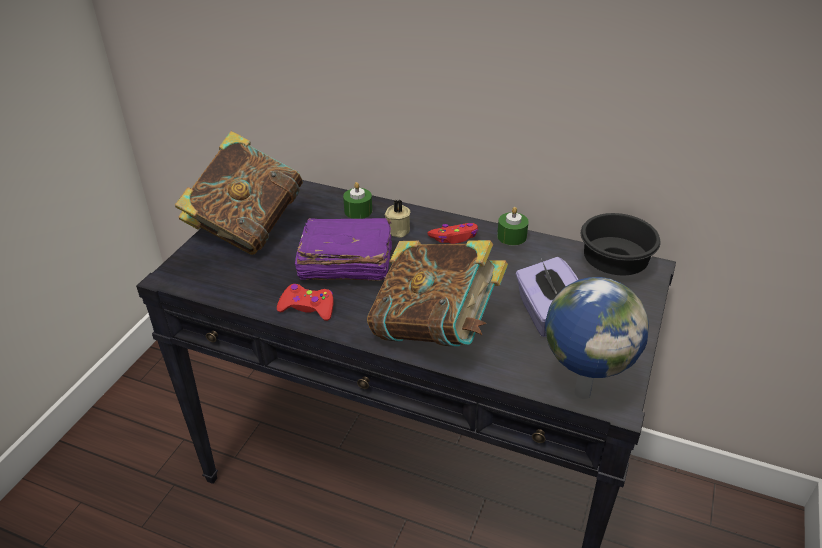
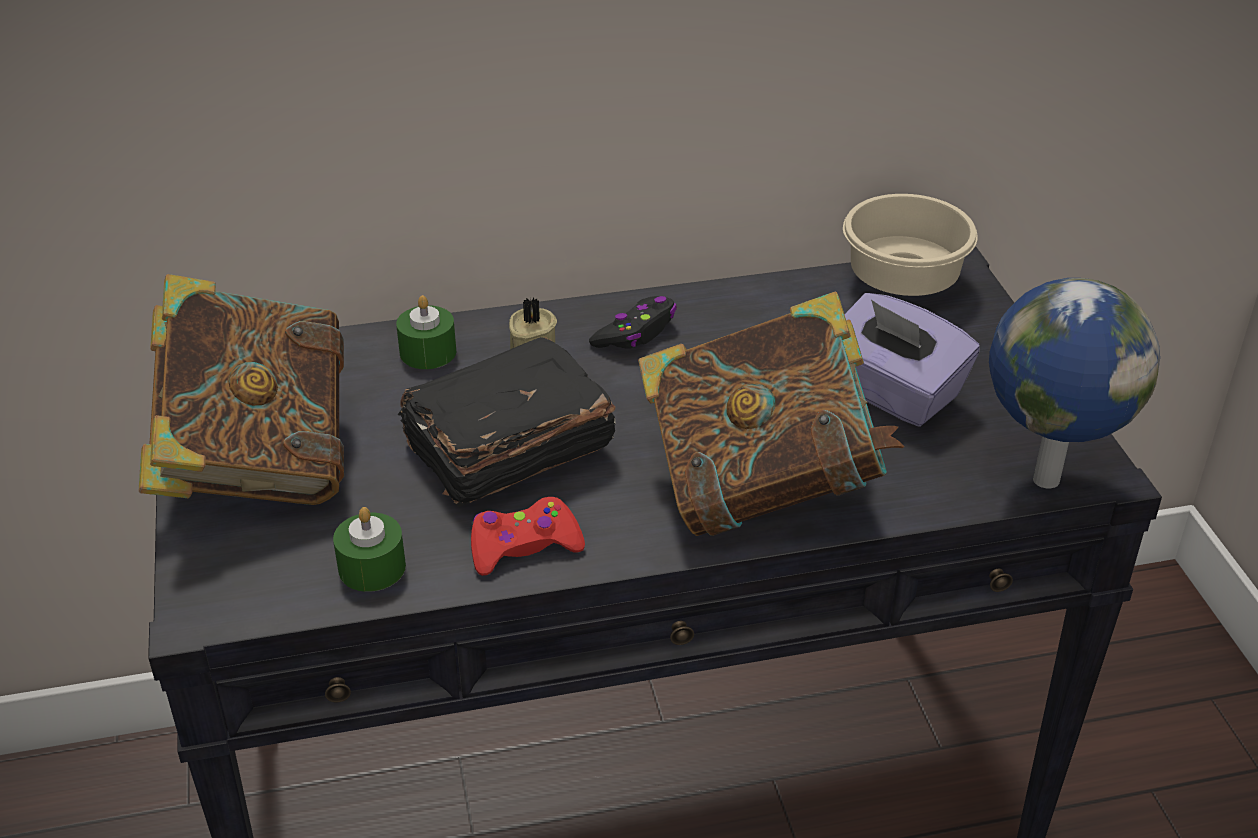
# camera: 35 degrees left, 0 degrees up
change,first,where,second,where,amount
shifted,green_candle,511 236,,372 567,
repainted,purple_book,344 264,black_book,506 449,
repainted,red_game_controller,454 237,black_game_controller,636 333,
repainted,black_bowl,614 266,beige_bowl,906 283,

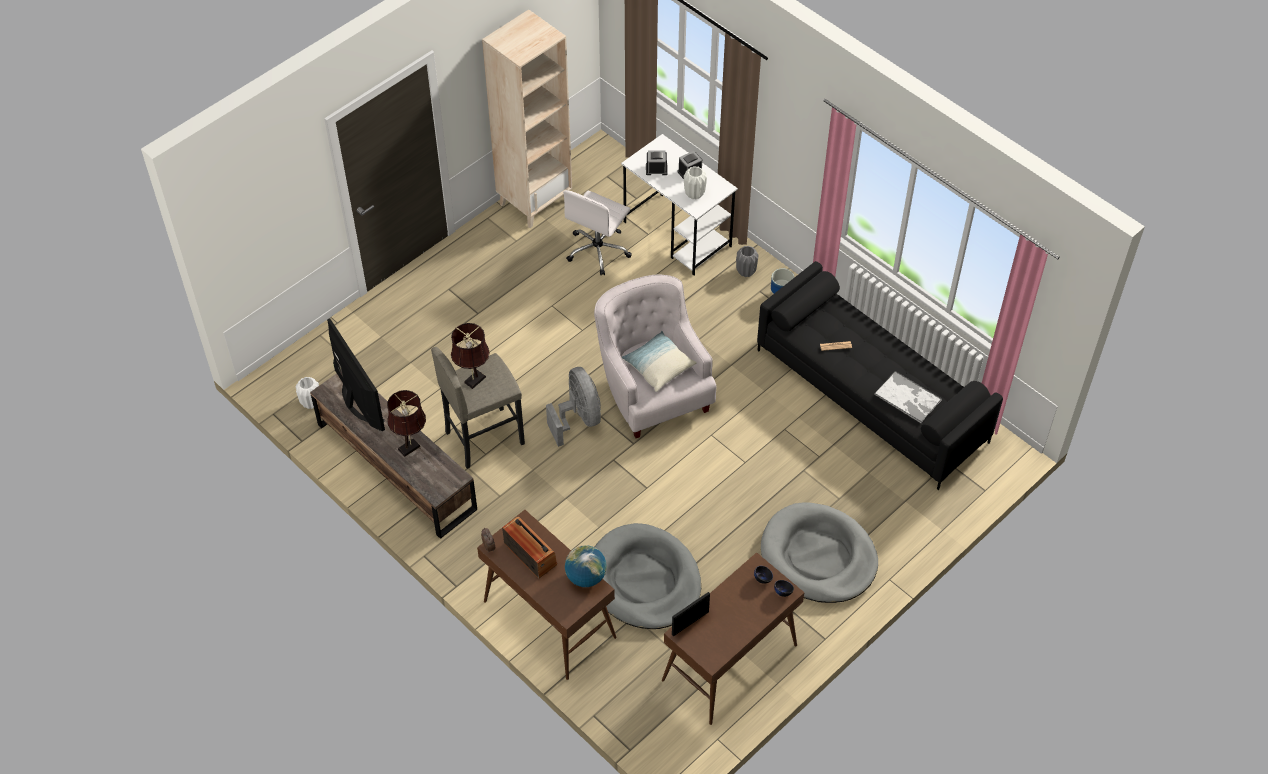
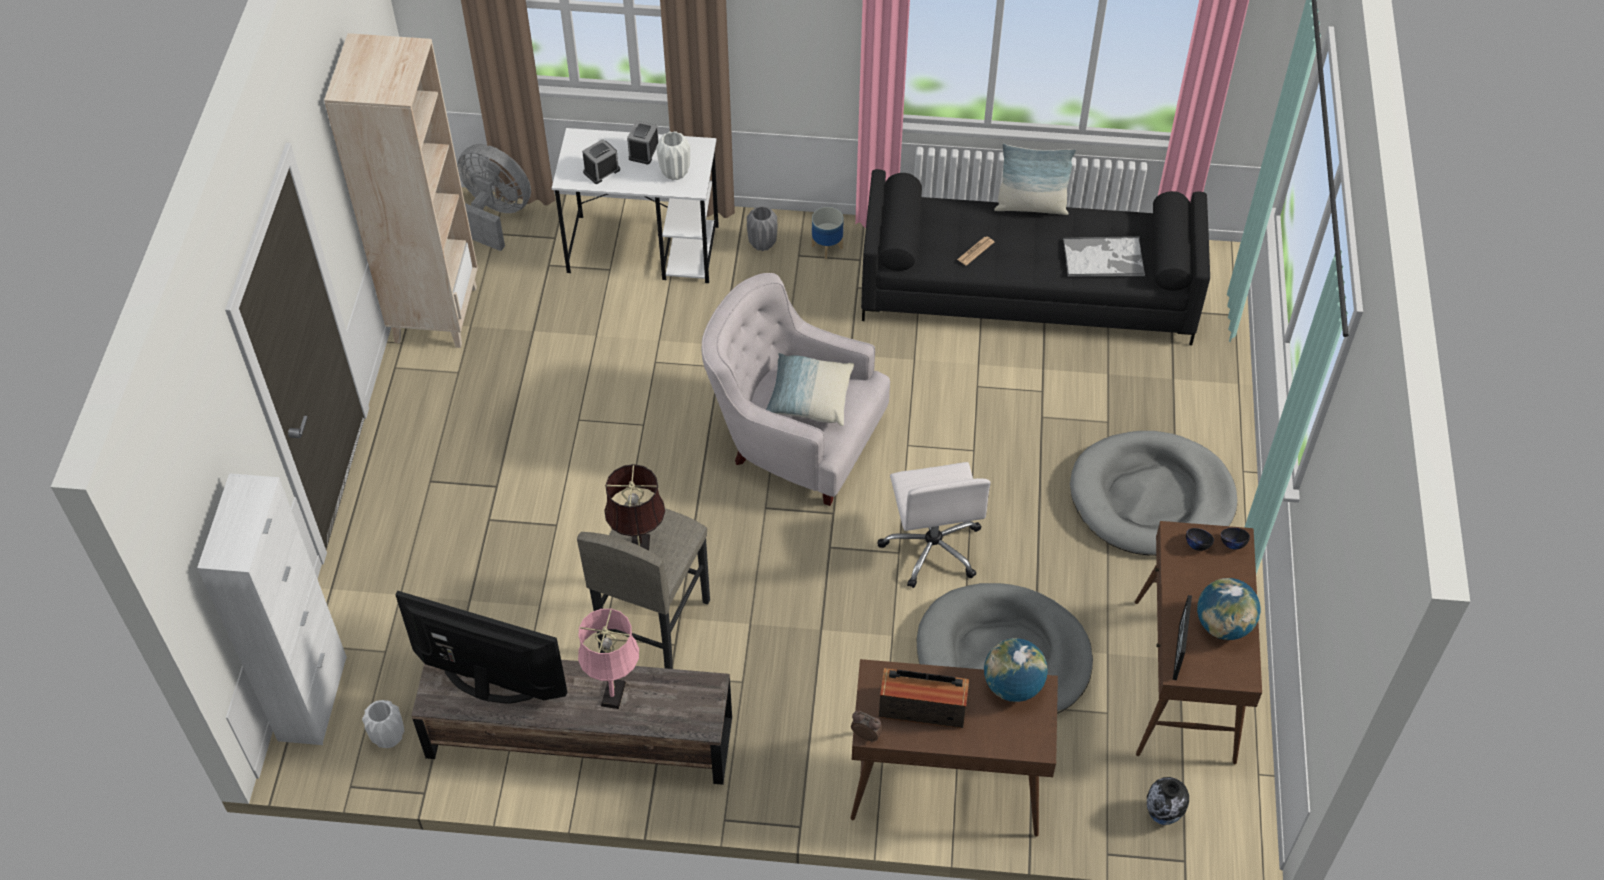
# camera: 40 degrees left, 0 degrees up
change,first,where,second,where,amount
new,,,white_cabinet,312 698,
shifted,grey_fan,578 419,,495 215,
repainted,brown_table_lamp,411 446,pink_table_lamp,614 691,
shifted,white_office_chair,598 250,,932 547,
new,,,pillow,1031 206,
new,,,vase,1162 815,
new,,,globe,1223 625,

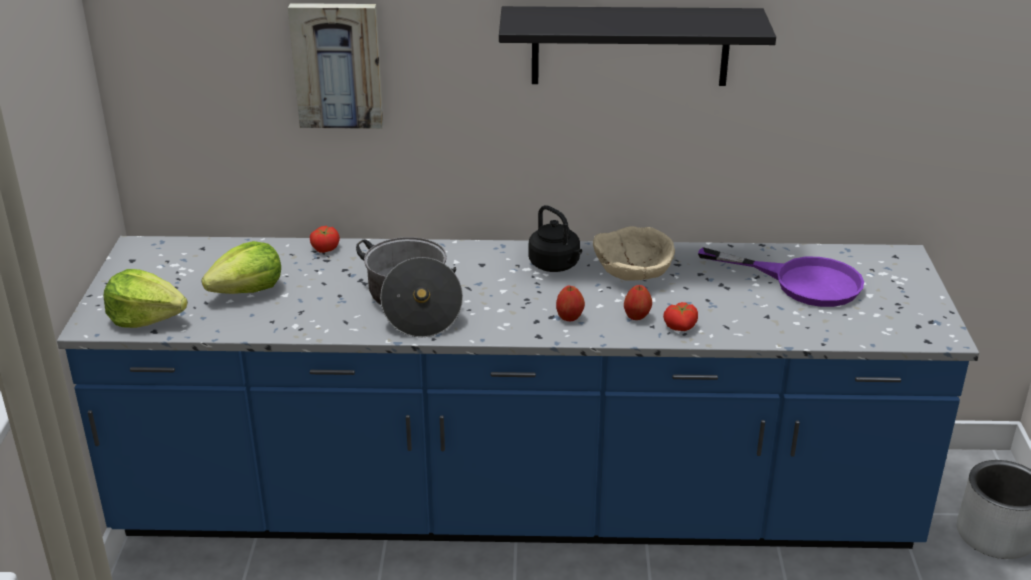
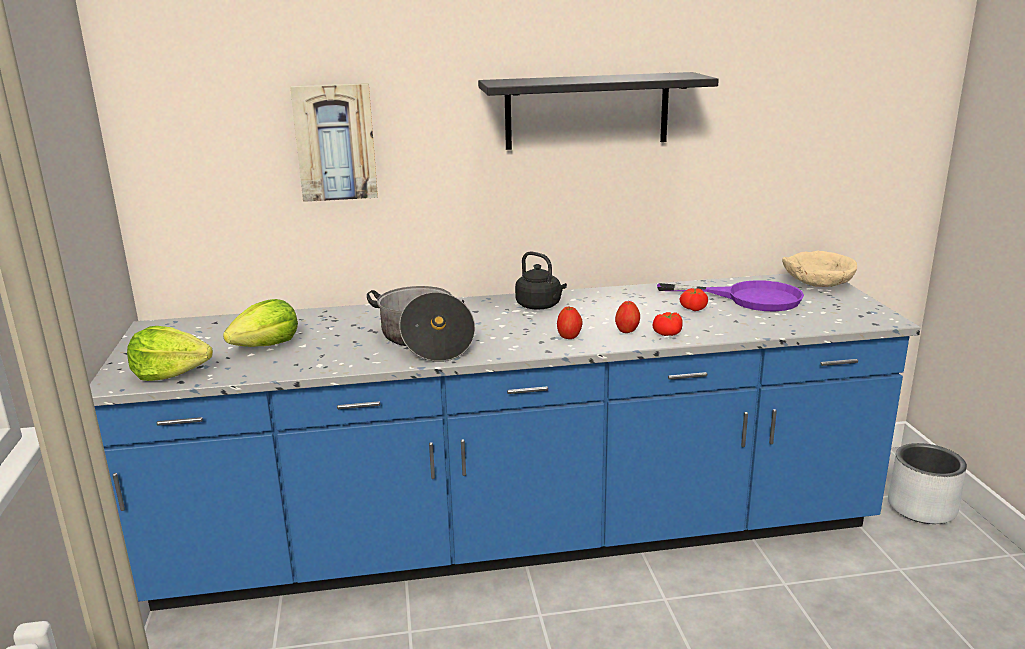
# camera: 10 degrees left, 10 degrees down
change,first,where,second,where,amount
shifted,tomato,324 248,,693 308,
shifted,beige_bowl,633 270,,817 283,

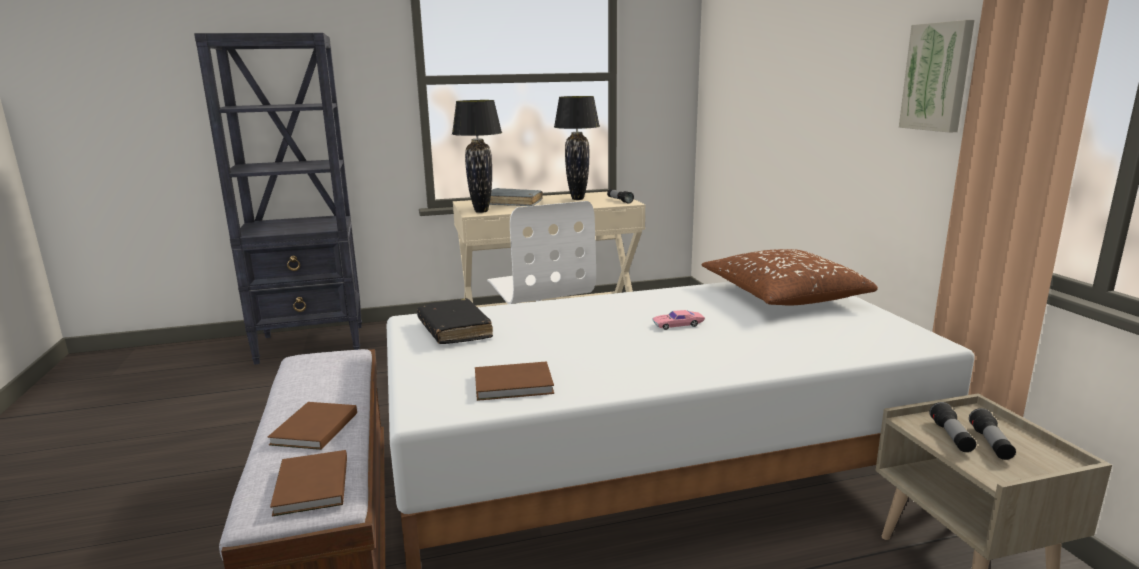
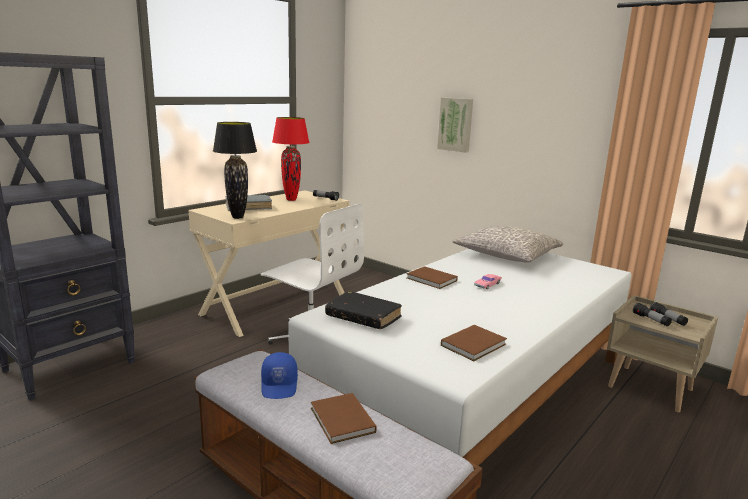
# camera: 35 degrees left, 0 degrees up
change,first,where,second,where,amount
new,,,blue_cap,280 385,
repainted,black_table_lamp,578 199,red_table_lamp,291 199,
shifted,brown_book,310 487,,432 280,
shifted,picture,938 77,,456 124,
repainted,brown_pillow,782 296,grey_pillow,506 256,

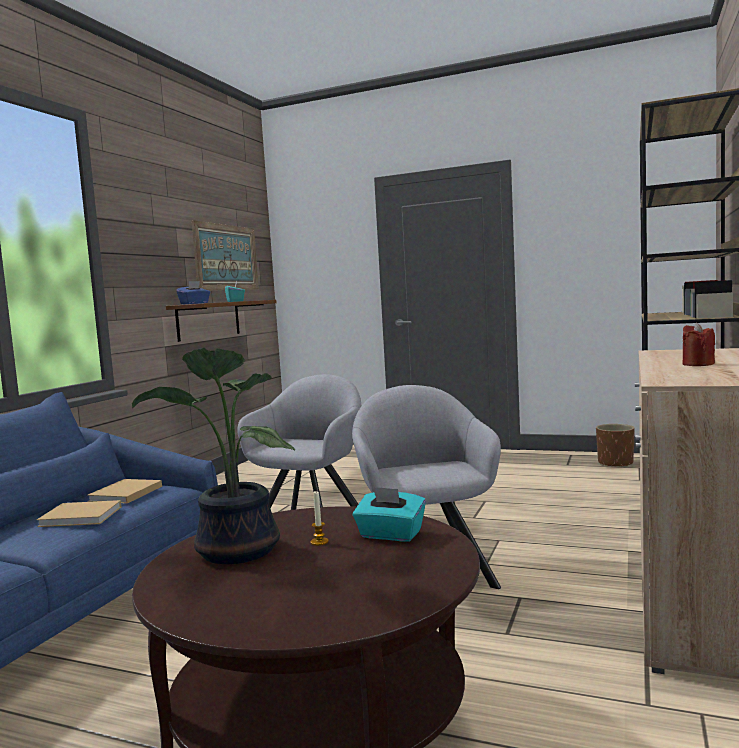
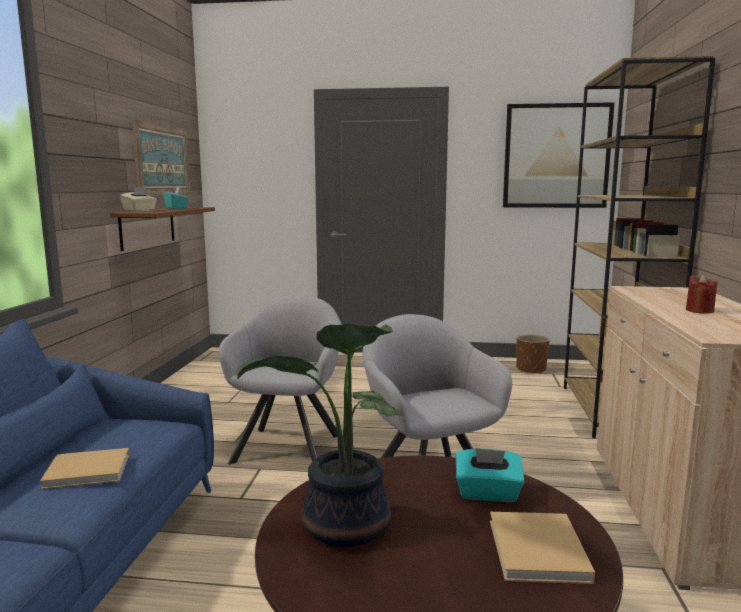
# camera: 15 degrees left, 5 degrees up
change,first,where,second,where,amount
repainted,blue_tissue_box,194 303,beige_tissue_box,139 211,
shifted,beige_book,124 494,,538 552,
new,,,picture,556 156,
gone,candle,319 542,,,

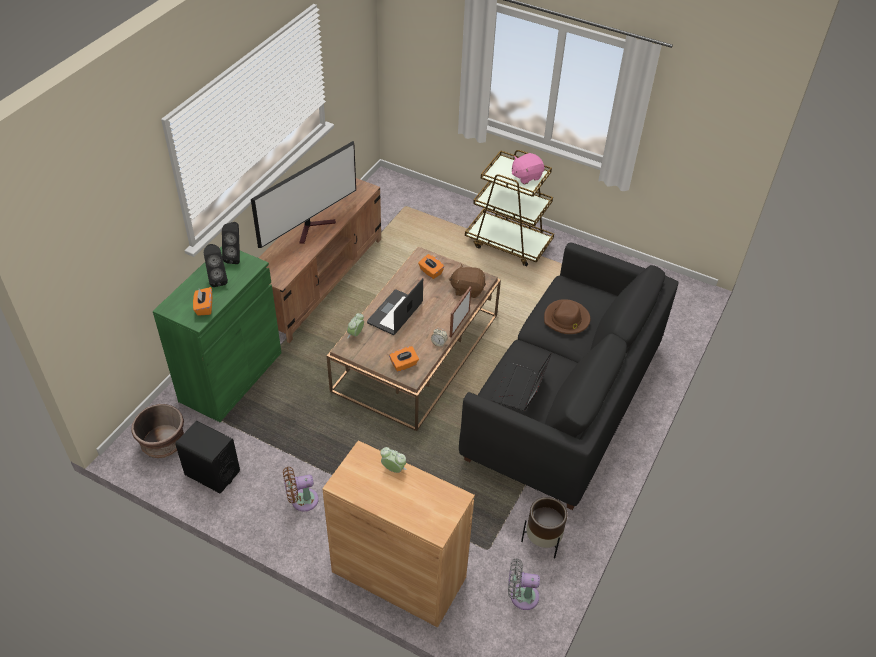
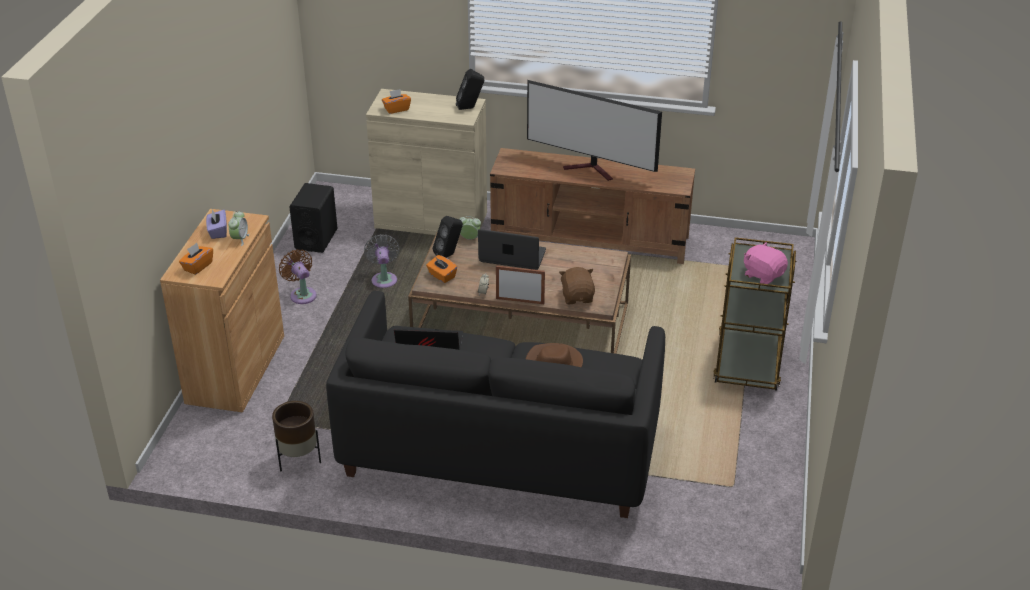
# camera: 75 degrees right, 10 degrees down
change,first,where,second,where,amount
shifted,orange_tissue_box,430 272,,197 266,
new,,,purple_tissue_box,218 232,
shifted,grey_fan,521 596,,384 279,
repainted,green_cabinet,231 377,beige_cabinet,431 220,
shifted,black_speaker,217 279,,449 255,
gone,brown_planter,163 443,,,

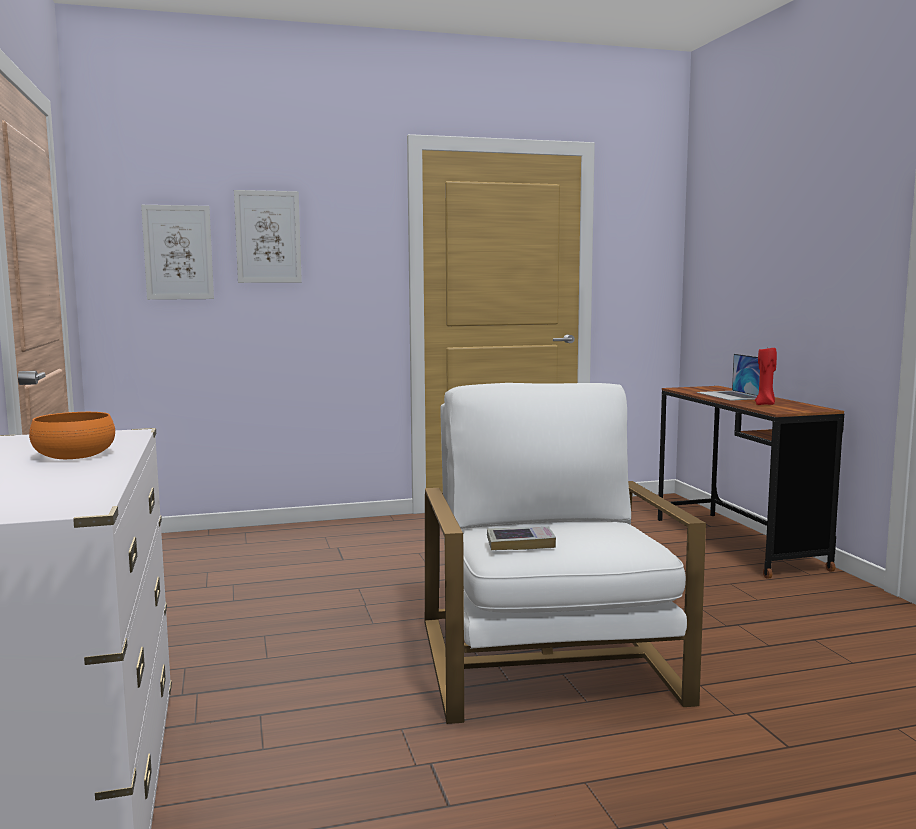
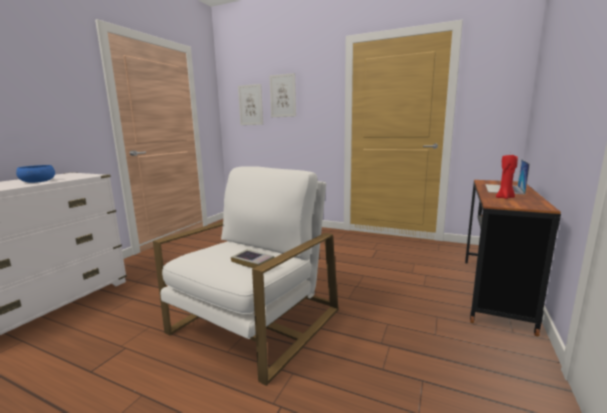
# camera: 40 degrees right, 5 degrees up
change,first,where,second,where,amount
repainted,orange_bowl,74 455,blue_bowl,38 181,
shifted,book,520 543,,253 262,

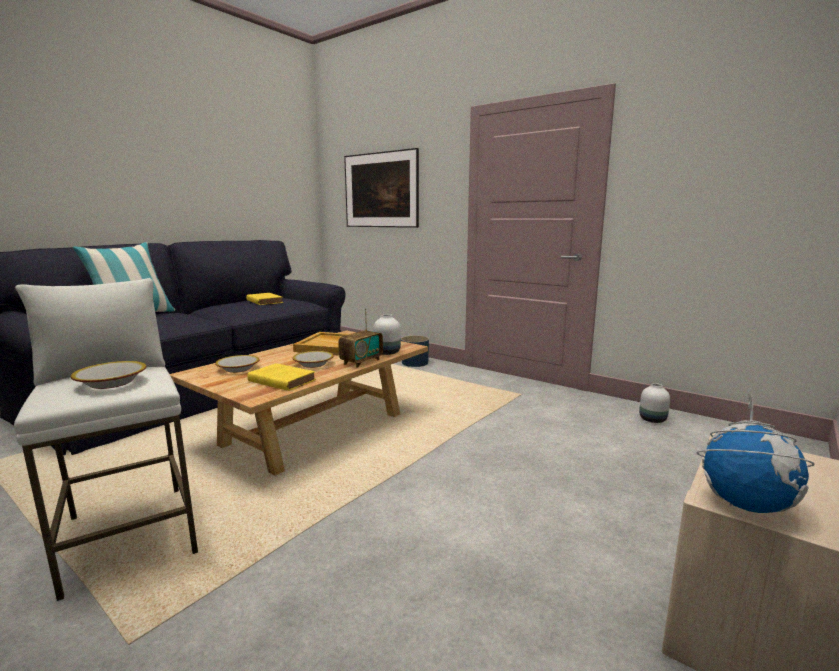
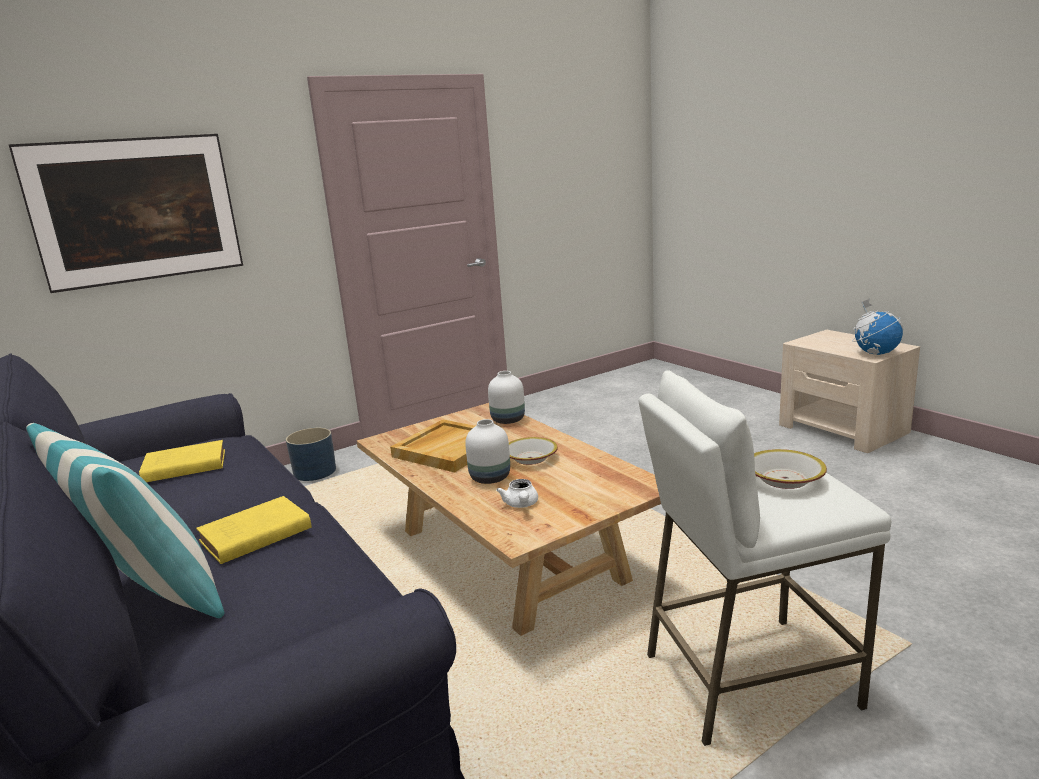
# camera: 70 degrees left, 5 degrees up
change,first,where,second,where,amount
shifted,yellow_book,280 380,,253 536,
shifted,white_vase,653 420,,491 477,
swapped,bowl,238 369,white_teapot,521 505,
gone,radio,361 362,,,

